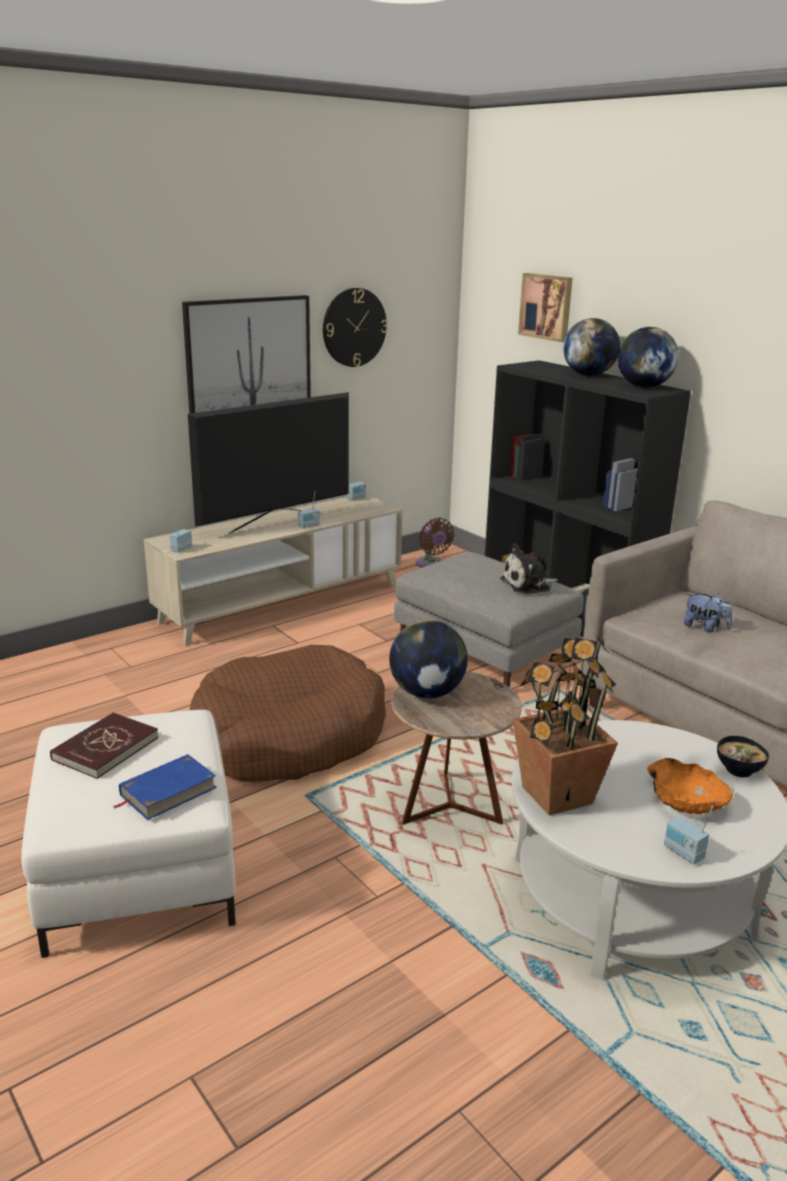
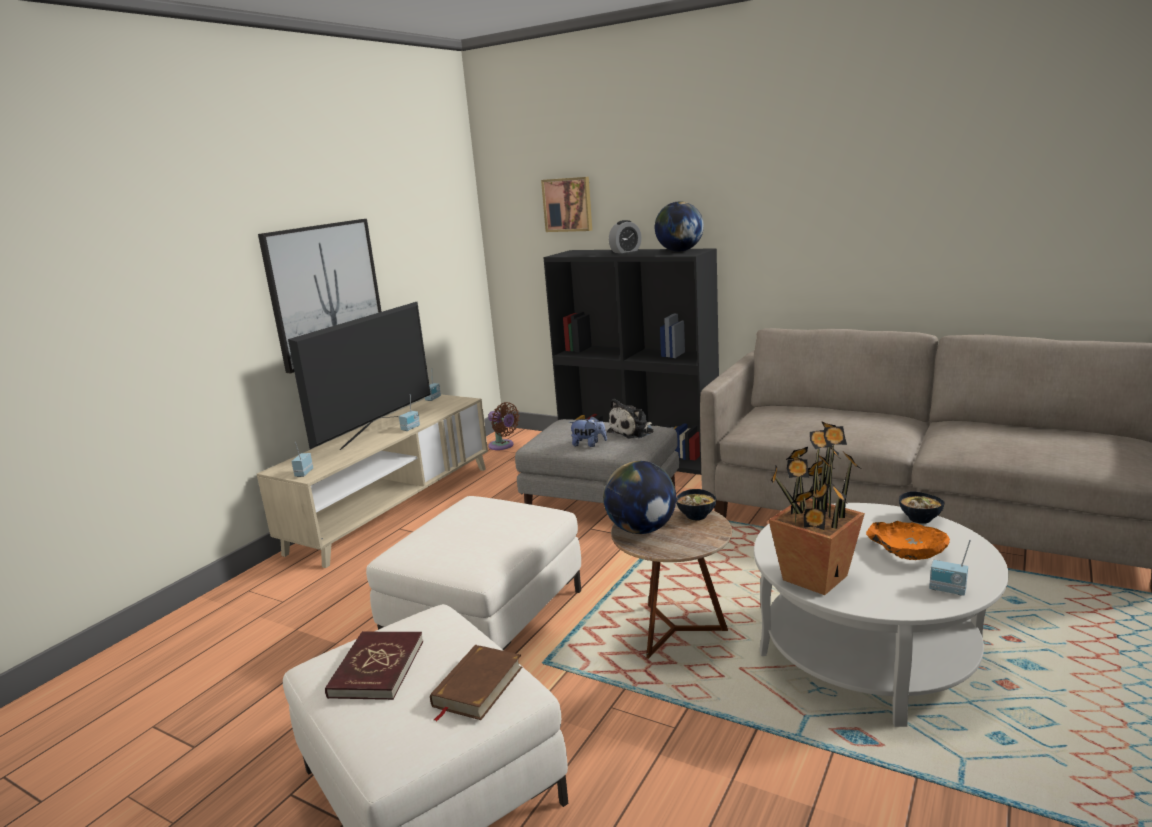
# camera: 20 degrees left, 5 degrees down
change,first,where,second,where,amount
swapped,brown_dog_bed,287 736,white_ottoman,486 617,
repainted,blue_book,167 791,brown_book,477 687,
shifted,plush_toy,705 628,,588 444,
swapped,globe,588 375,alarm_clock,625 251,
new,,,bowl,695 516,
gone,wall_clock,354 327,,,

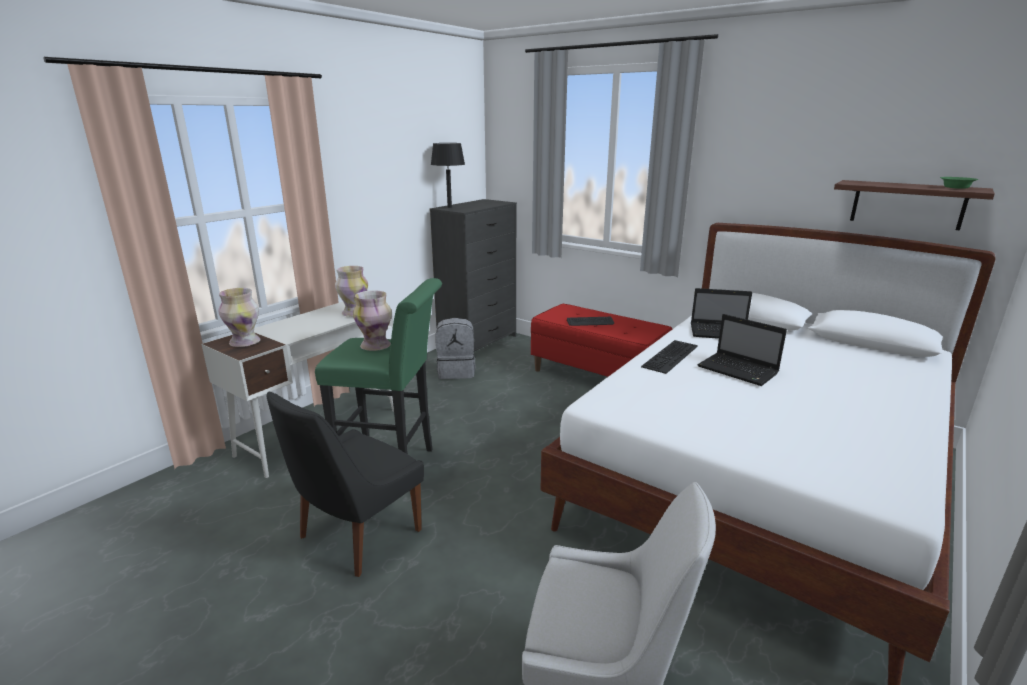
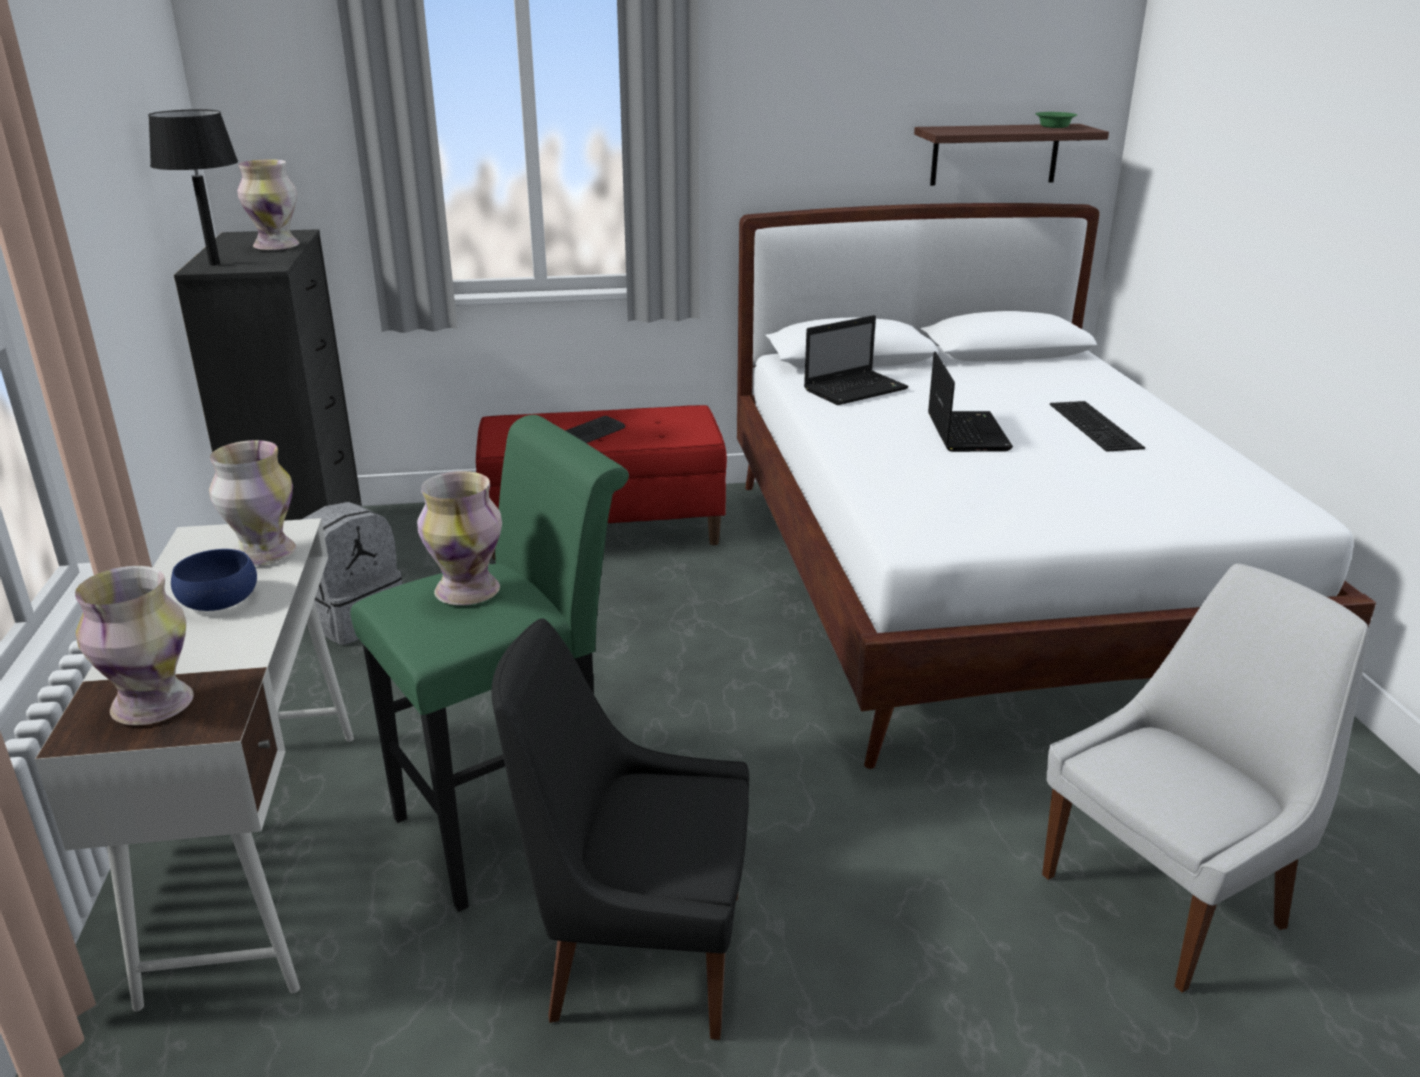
# camera: 45 degrees left, 5 degrees up
change,first,where,second,where,amount
new,,,blue_bowl,218 600,
new,,,vase,277 246,
rotated,black_chair,356 536,,638 954,105 degrees clockwise
rotated,laptop,739 370,,966 432,90 degrees counterclockwise
shifted,keyboard,671 357,,1097 426,

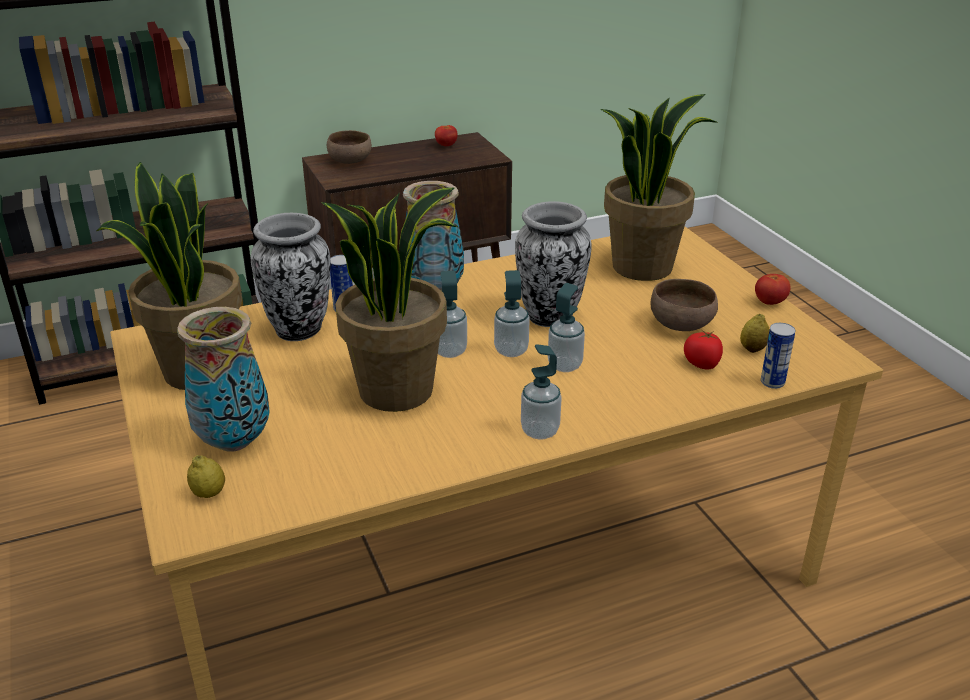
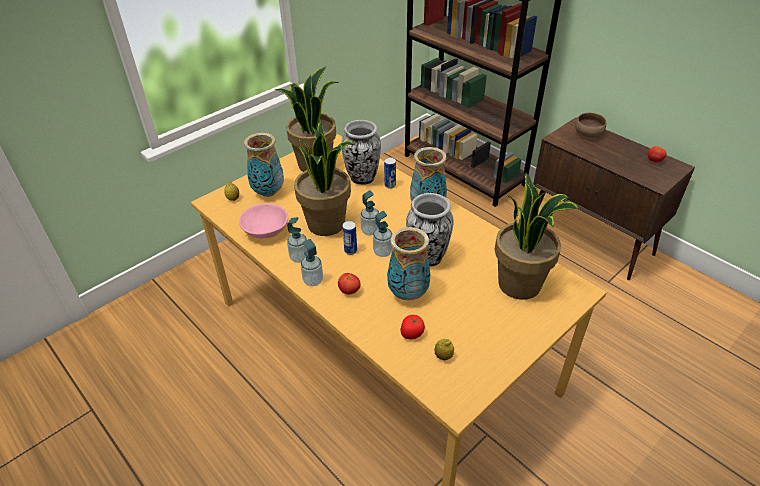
# camera: 70 degrees right, 10 degrees up
change,first,where,second,where,amount
new,,,pink_bowl,265 231,
shifted,soap_dispenser,564 365,,299 257,
shifted,tomato,770 302,,349 291,
shifted,can,772 382,,350 250,
new,,,vase,408 294,
gone,brown_bowl,682 324,,,

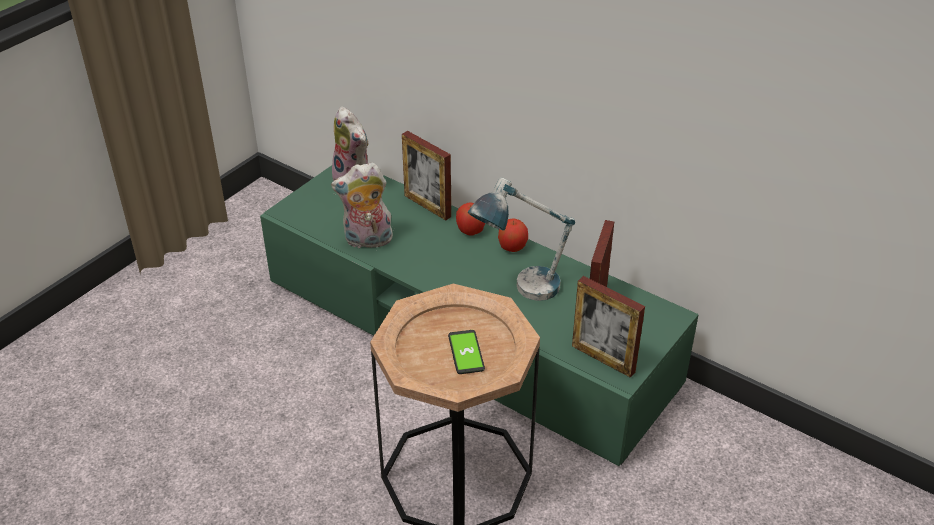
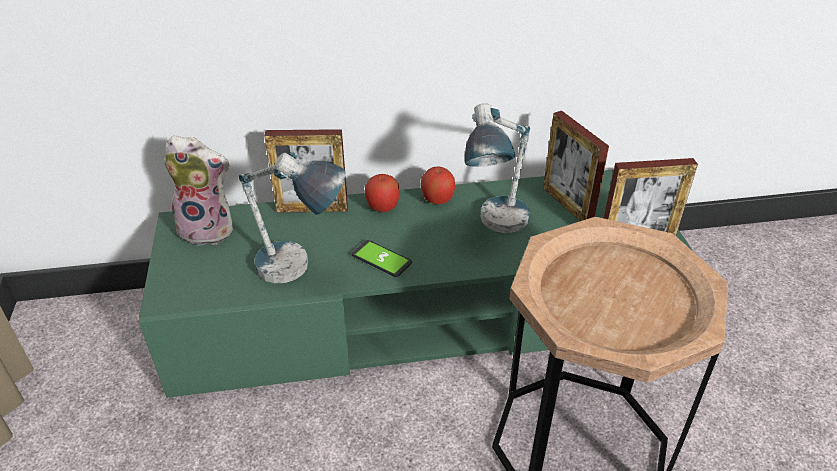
# camera: 45 degrees left, 0 degrees up
change,first,where,second,where,amount
swapped,plush_toy,367 241,table_lamp,300 274,
shifted,phone,466 353,,381 259,

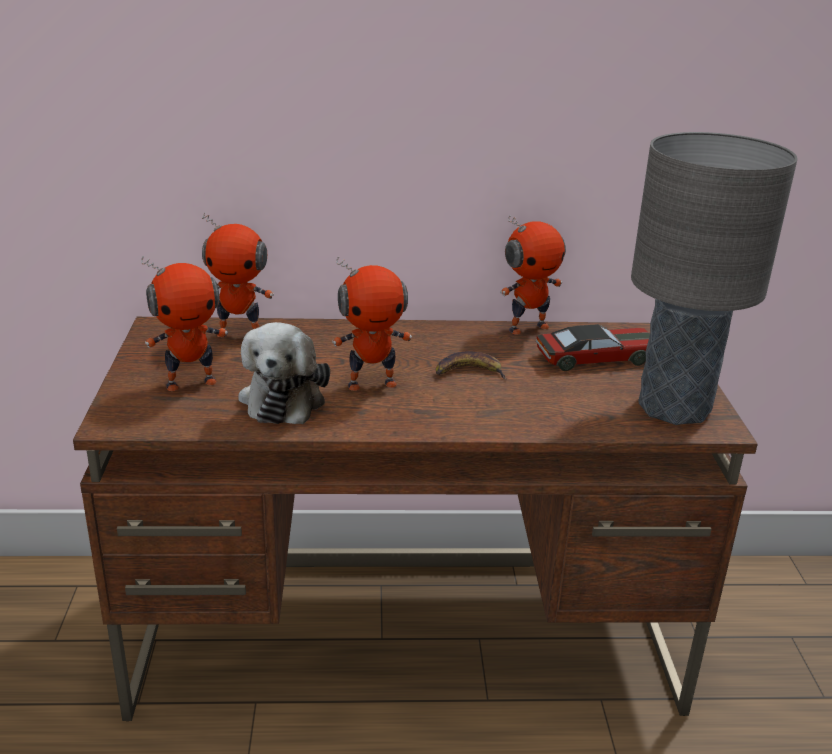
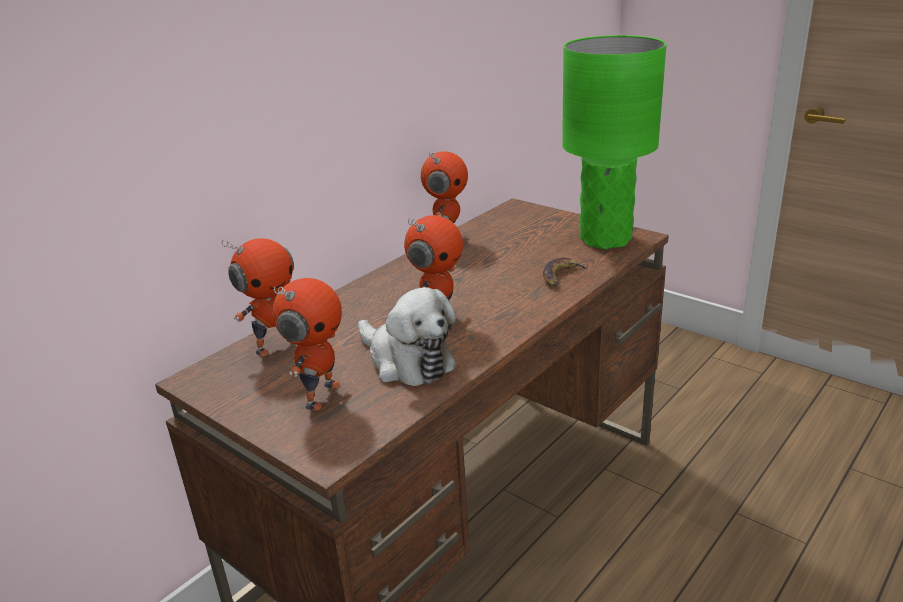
# camera: 45 degrees left, 0 degrees up
change,first,where,second,where,amount
shifted,banana,468 372,,561 276,
repainted,grey_table_lamp,673 408,green_table_lamp,605 239,
gone,toy_car,596 358,,,

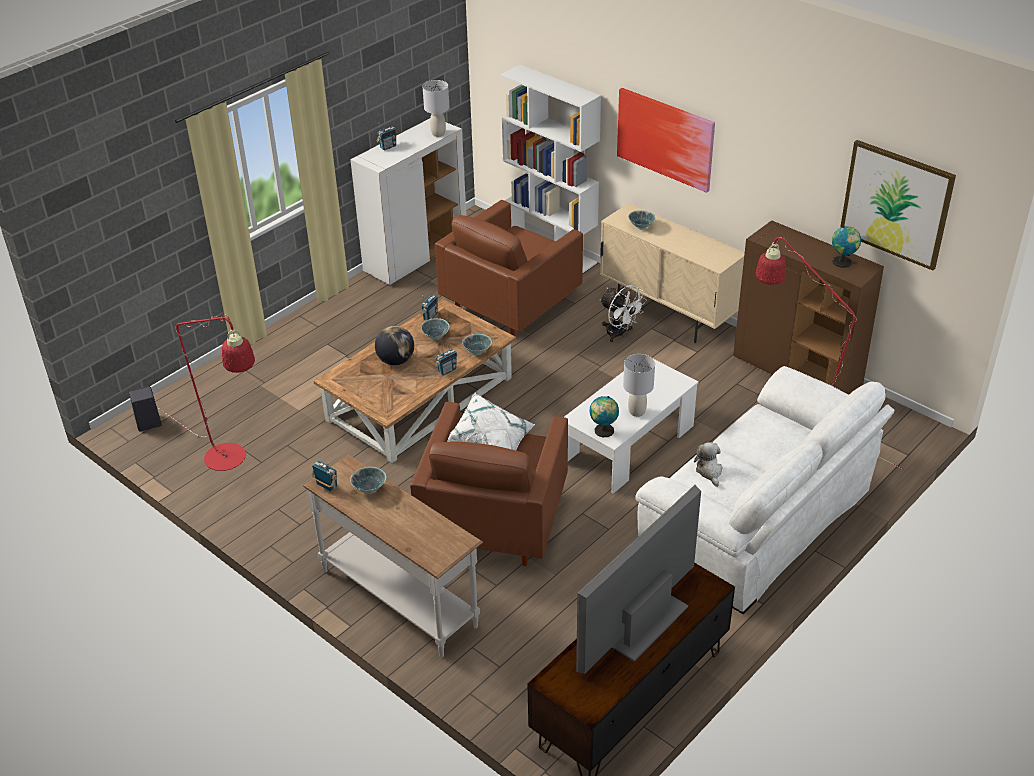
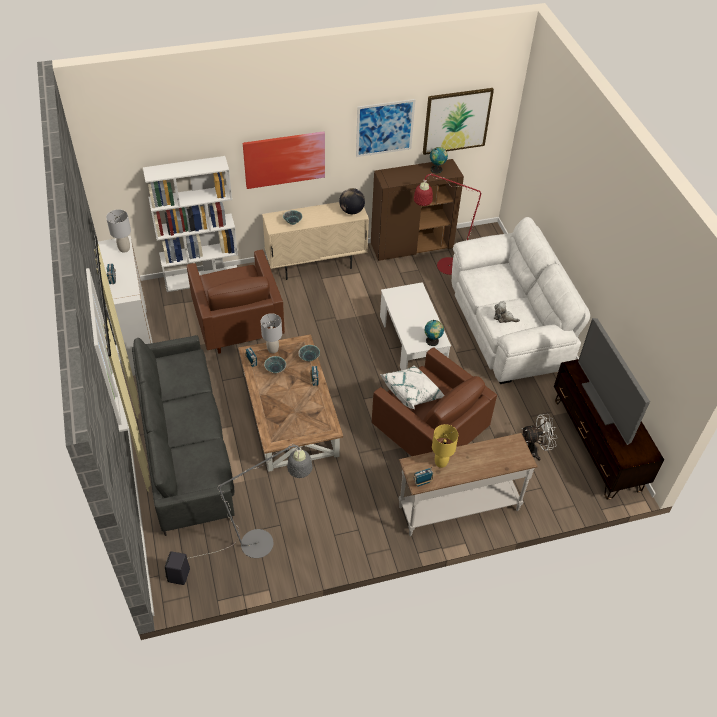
# camera: 60 degrees left, 10 degrees up
change,first,where,second,where,amount
new,,,grey_sofa,186 447,
repainted,red_floor_lamp,232 461,grey_floor_lamp,266 541,
shifted,grey_table_lamp,636 412,,272 349,
shifted,globe,396 361,,351 211,
new,,,picture,384 128,
swapped,bowl,369 489,yellow_table_lamp,441 463,
shifted,white_fan,619 334,,533 450,

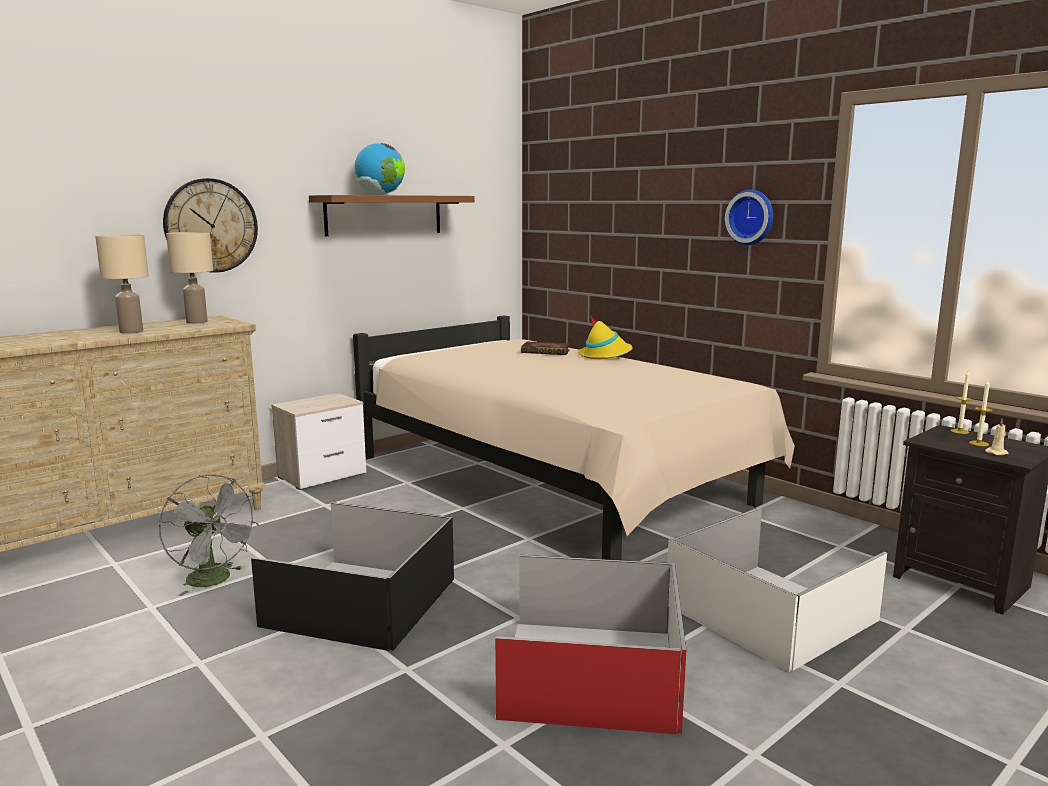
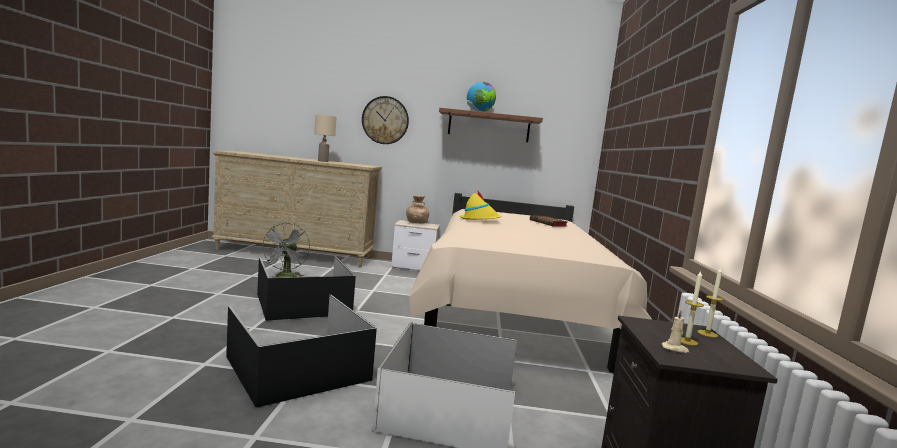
# camera: 45 degrees right, 5 degrees down
change,first,where,second,where,amount
repainted,red_storage_box,590 671,black_storage_box,299 368,
new,,,brown_vase,416 223,
shifted,yellow_hat,605 355,,480 220,
gone,beige_table_lamp,197 322,,,
gone,wall_clock,751 217,,,

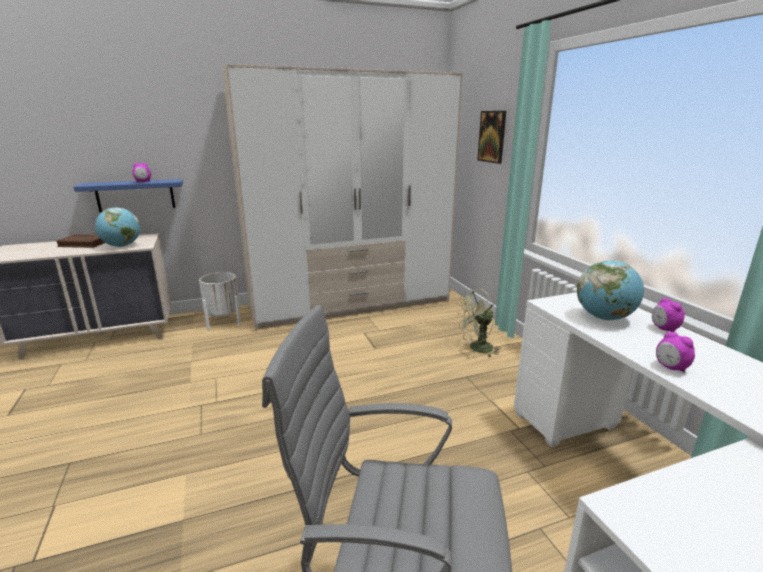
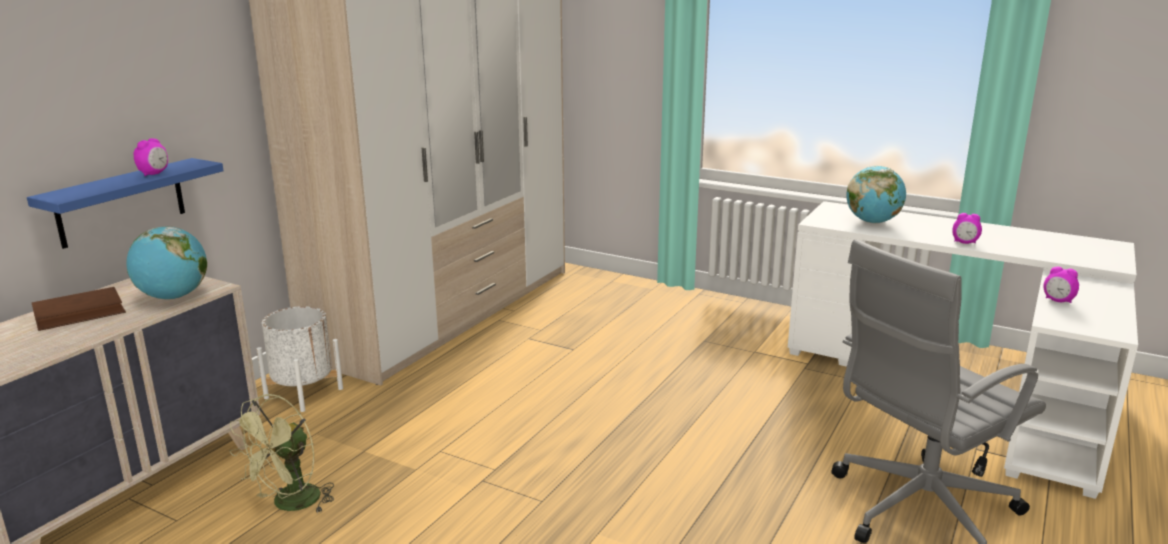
# camera: 40 degrees left, 0 degrees up
change,first,where,second,where,amount
shifted,green_fan,476 349,,290 505,
shifted,alarm_clock,664 329,,1058 301,
gone,picture,492 136,,,

